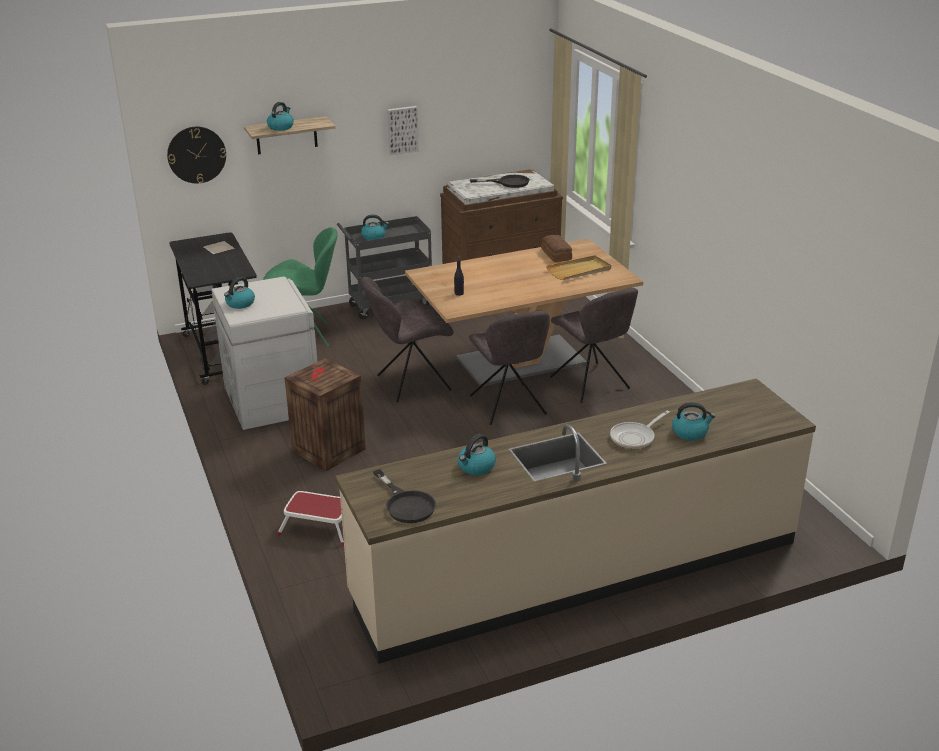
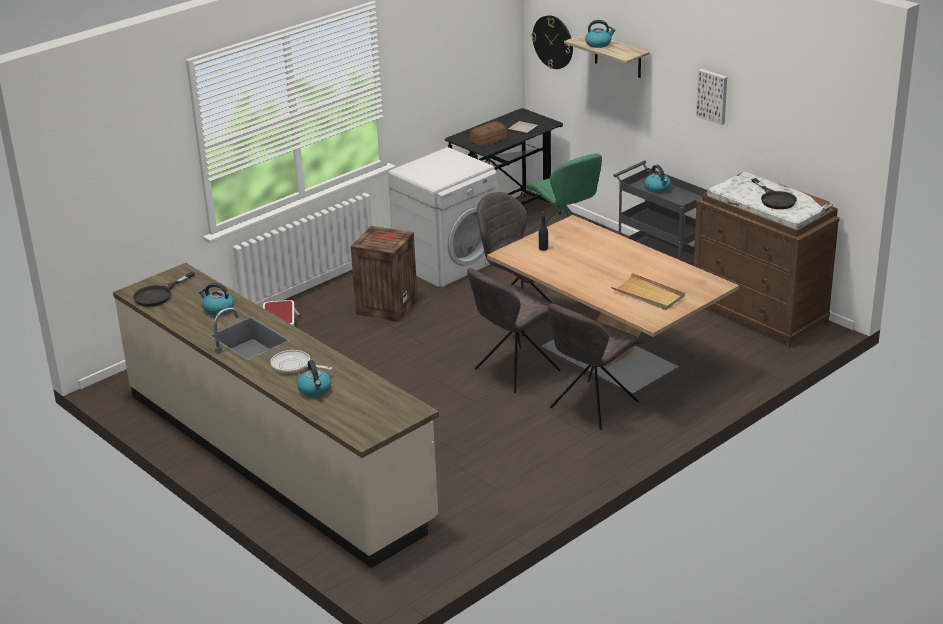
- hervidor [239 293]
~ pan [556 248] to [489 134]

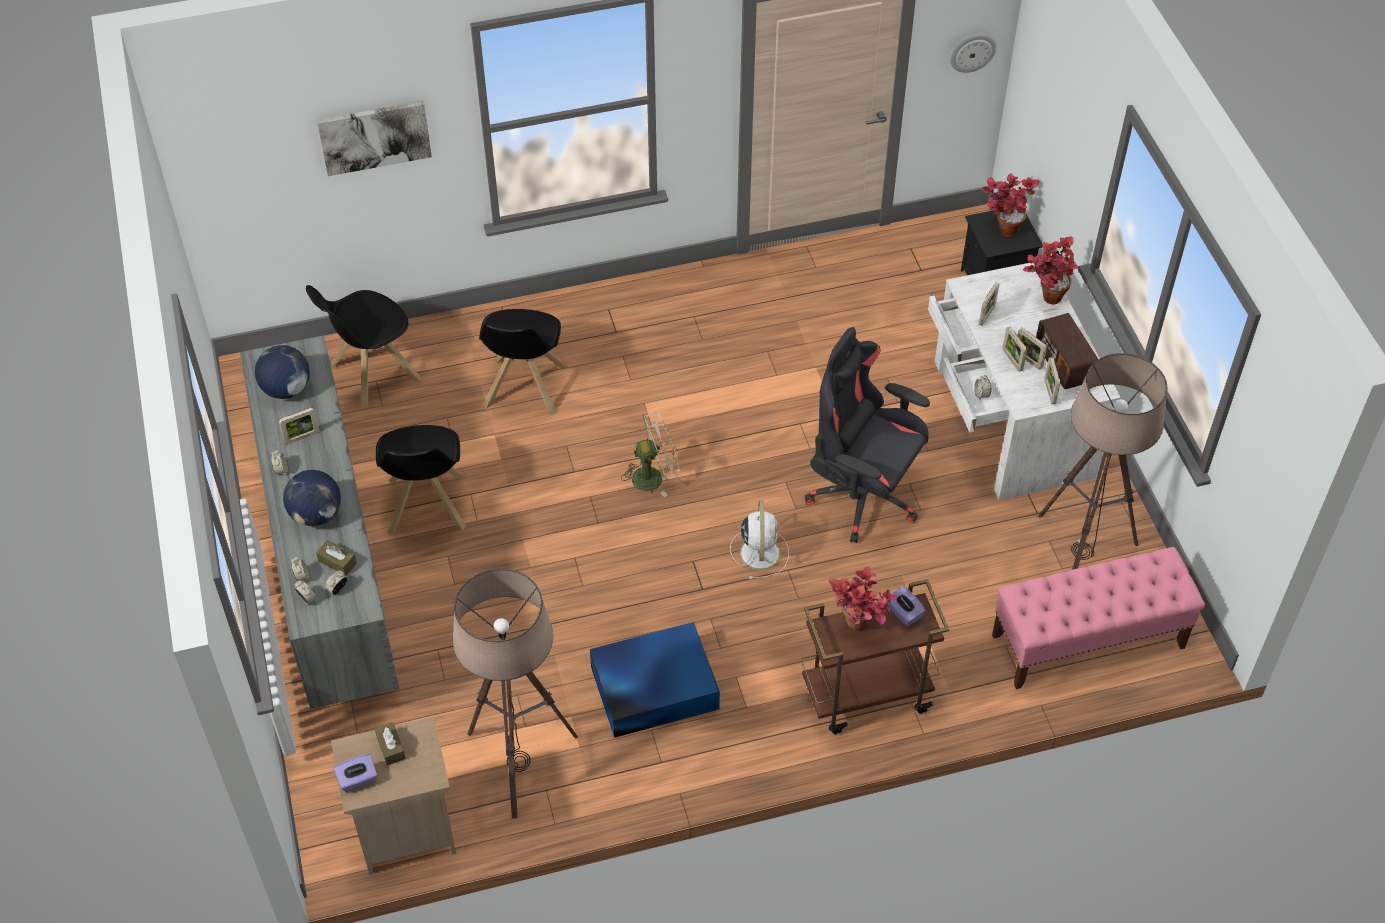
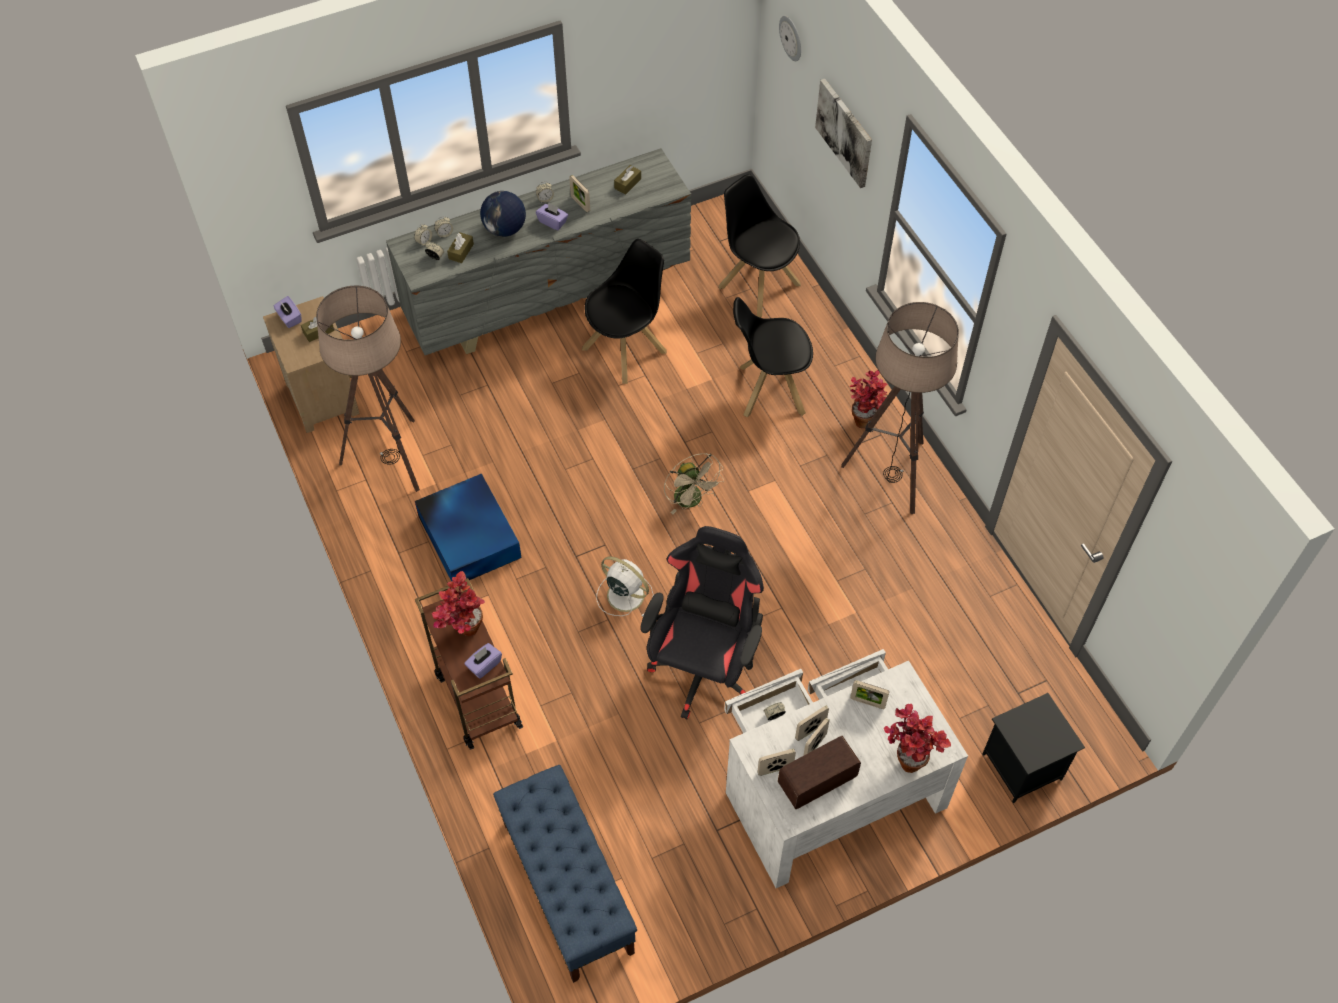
~ globo terráqueo [282 372] to caja de pañuelos [marrón] [627 180]
~ silla [negro] [421 480] = [624 311] 150 degrees clockwise
~ ventilador [blanco] [759 539] = [625 587] 135 degrees counterclockwise
~ reloj de pared [973 53] to [790 38]
~ planta en maceta [1011 205] to [868 399]
~ banco [rosa] [1098 618] to banco [azul] [565 874]
~ lámpara de pie [1102 461] to [900 408]
+ caja de pañuelos [morado] [552 216]

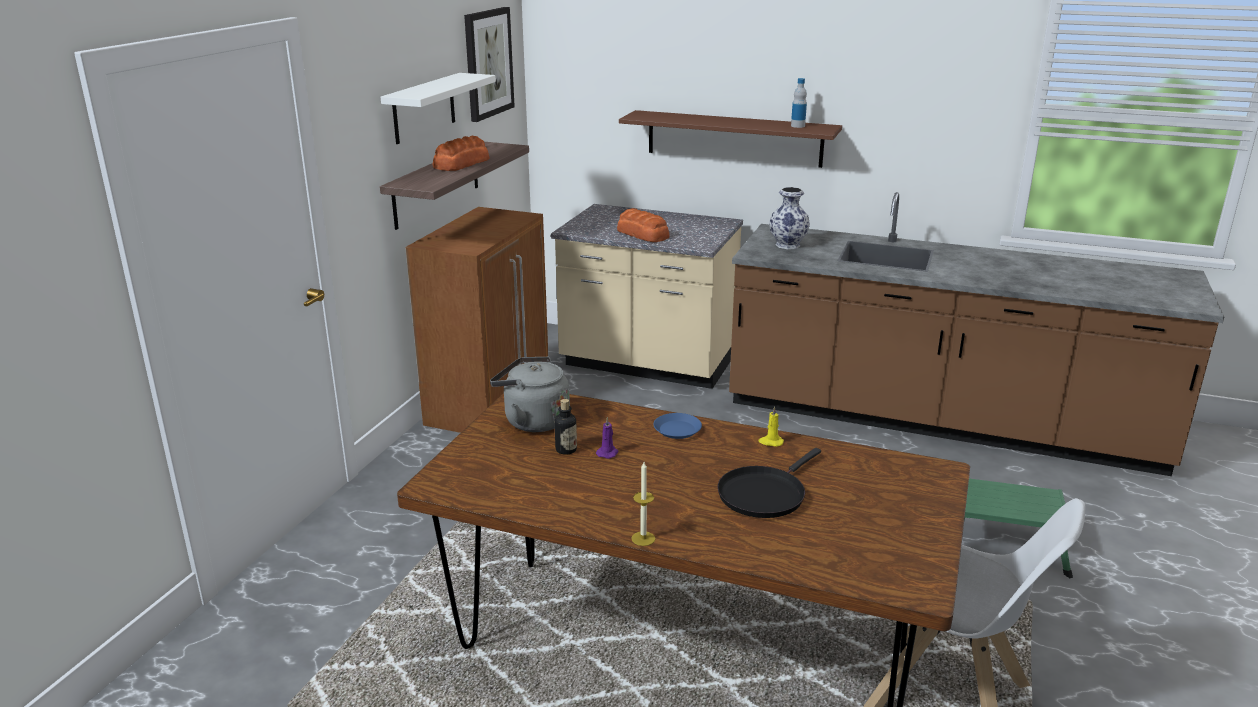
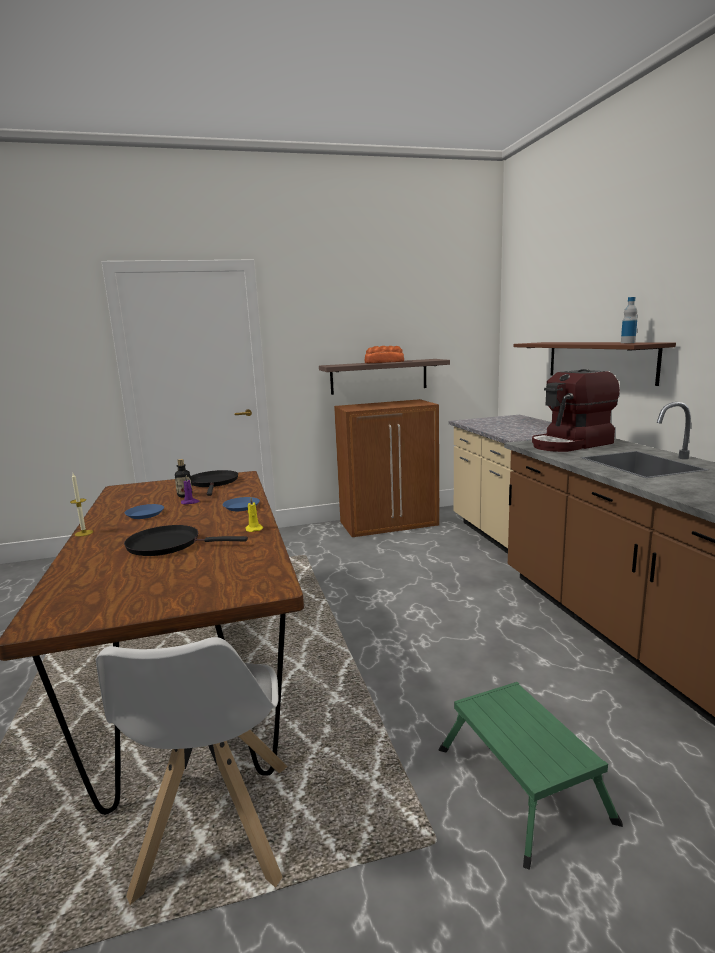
- estante [blanco] [438 108]
- cuadro [489 64]
~ hervidor [gris] [530 394] to sartén [negro] [214 483]
- pan [643 225]
~ florero [789 218] to cafetera [576 410]
+ plato [azul] [144 511]

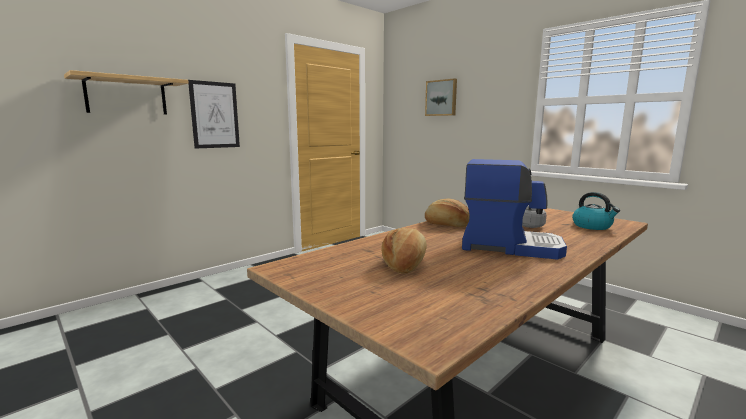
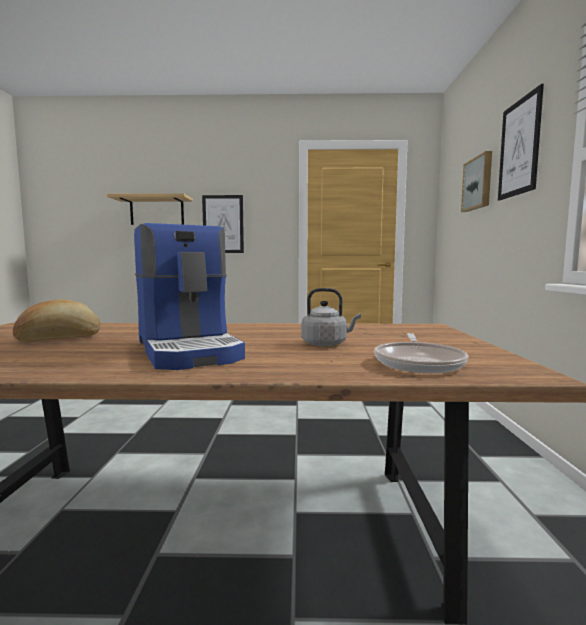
- pan [447 213]
~ hervidor [596 211] to sartén [421 353]
+ cuadro [521 142]

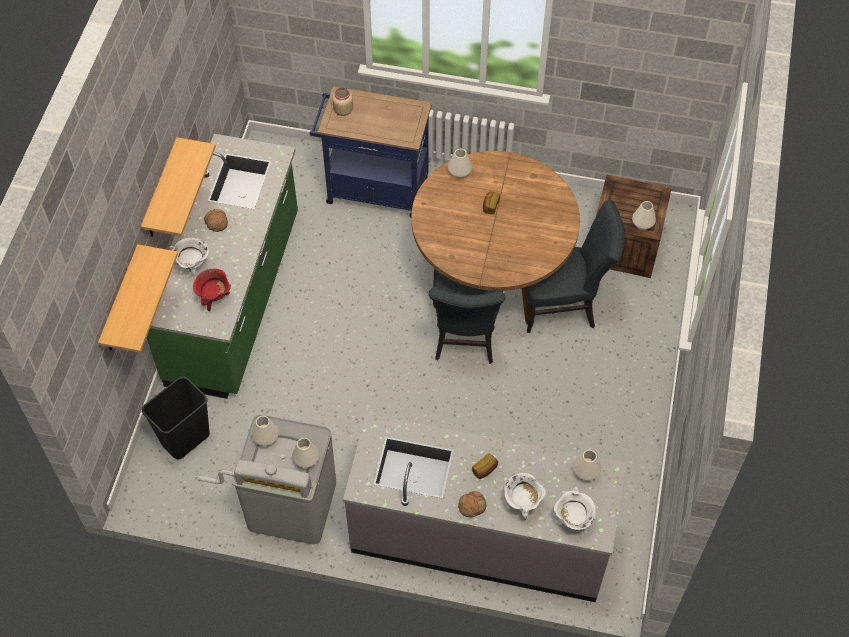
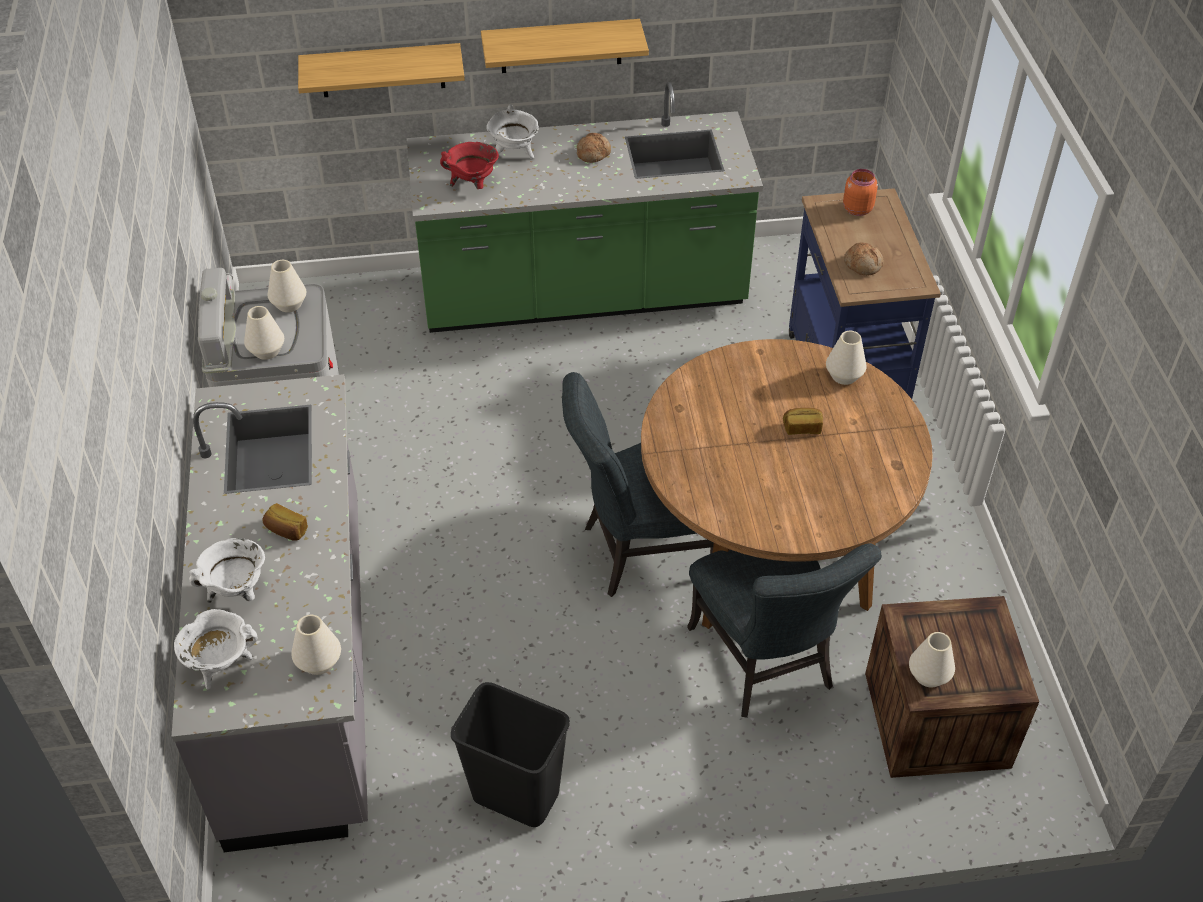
~ papelera [negro] [176 417] to [510 754]
~ tarro [beis] [342 102] to tarro [naranja] [860 192]
~ pan [472 504] to [864 258]

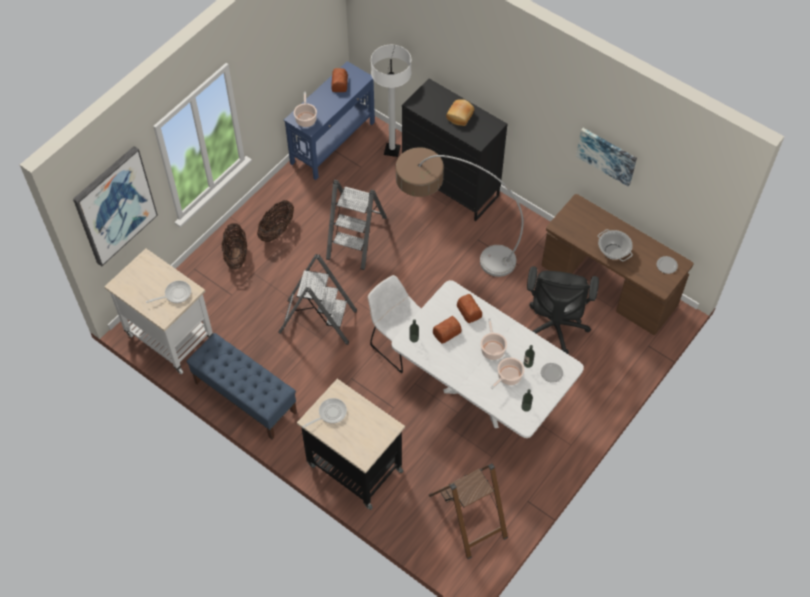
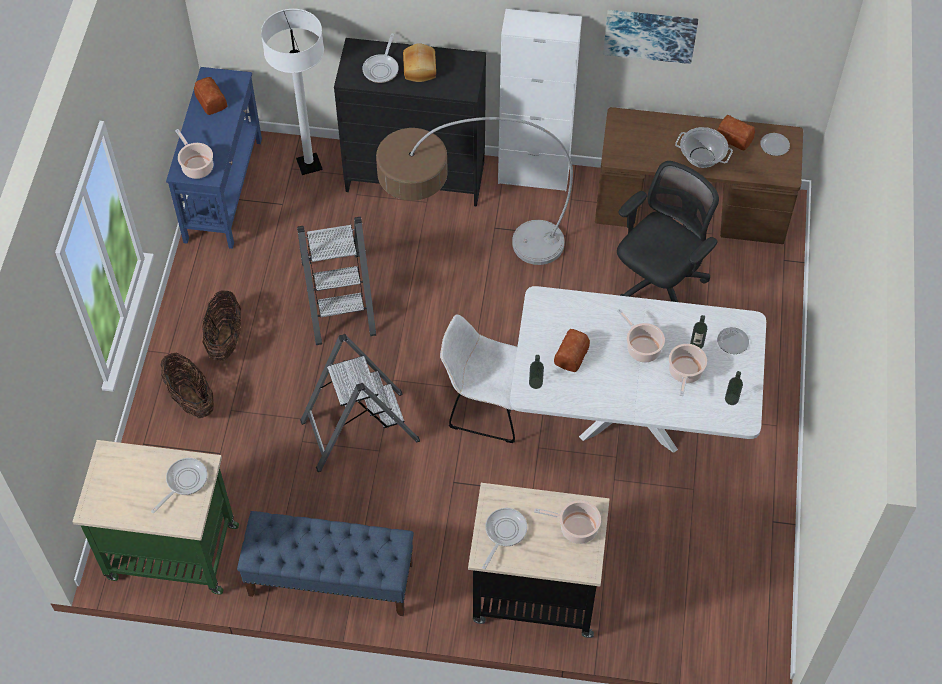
- cuadro [115 206]
~ carrito [blanco] [158 311] to carrito [verde] [156 517]
- escalera de tijera [marrón] [468 511]
~ pan [469 308] to [736 133]
~ silla de oficina [negro] [563 310] = [668 231] 120 degrees counterclockwise
+ sartén [381 58]
+ armario [blanco] [540 100]
+ olla [567 522]

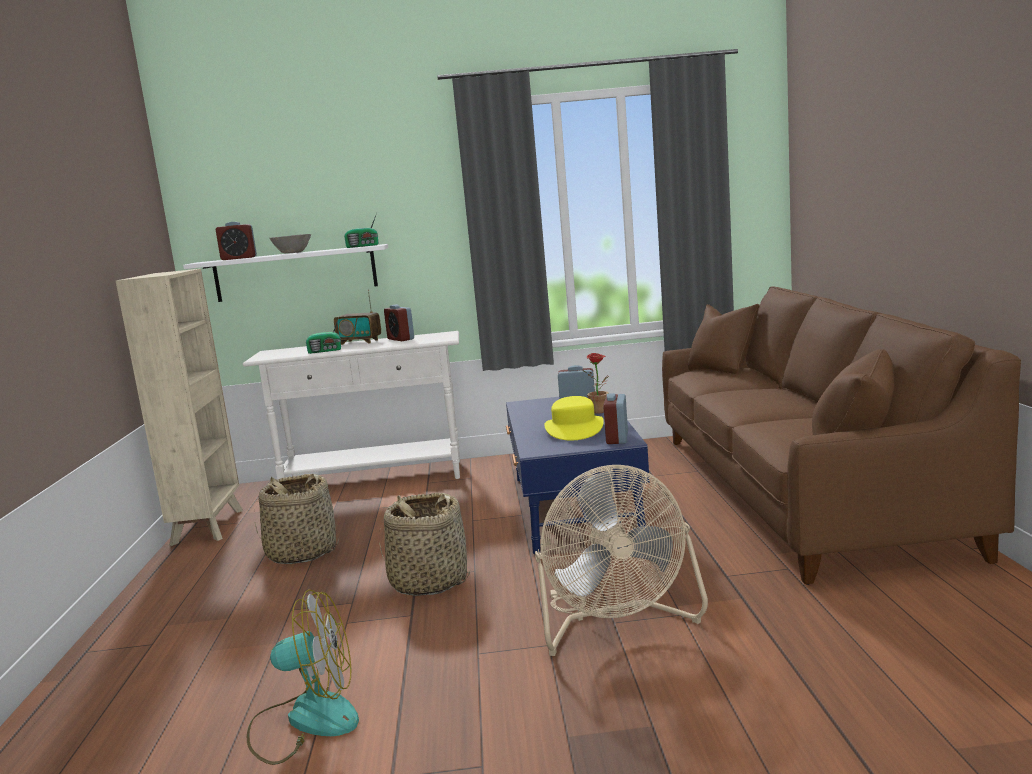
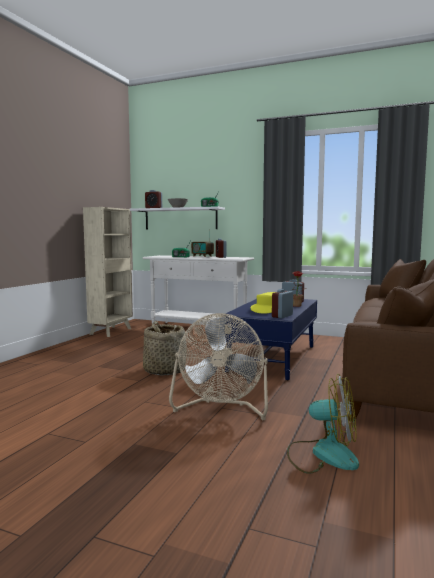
~ ventilador [303 677] to [323 424]
- cesta [296 519]

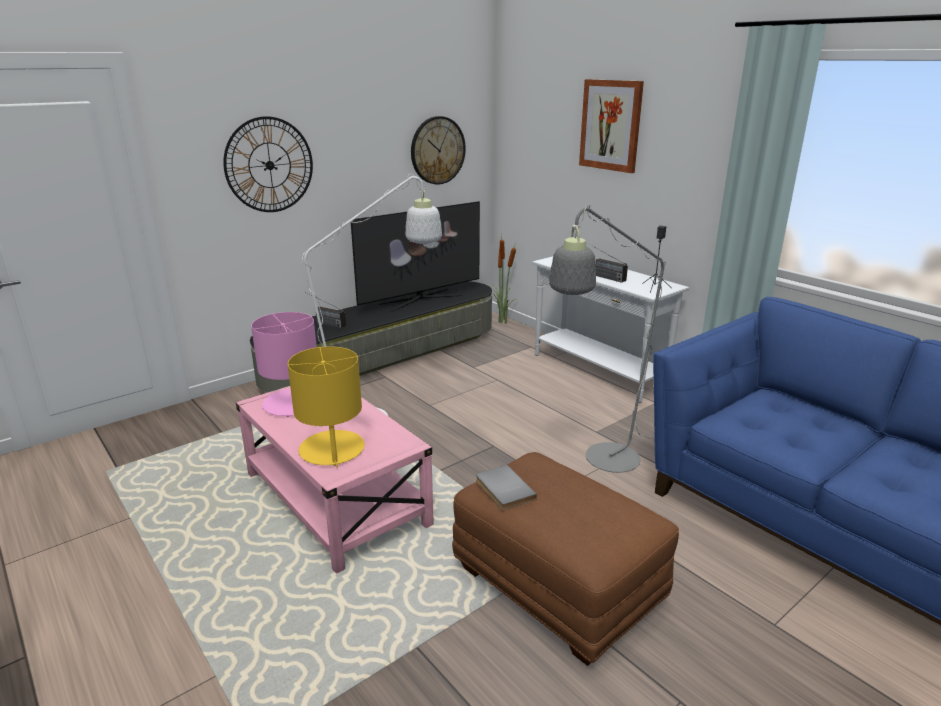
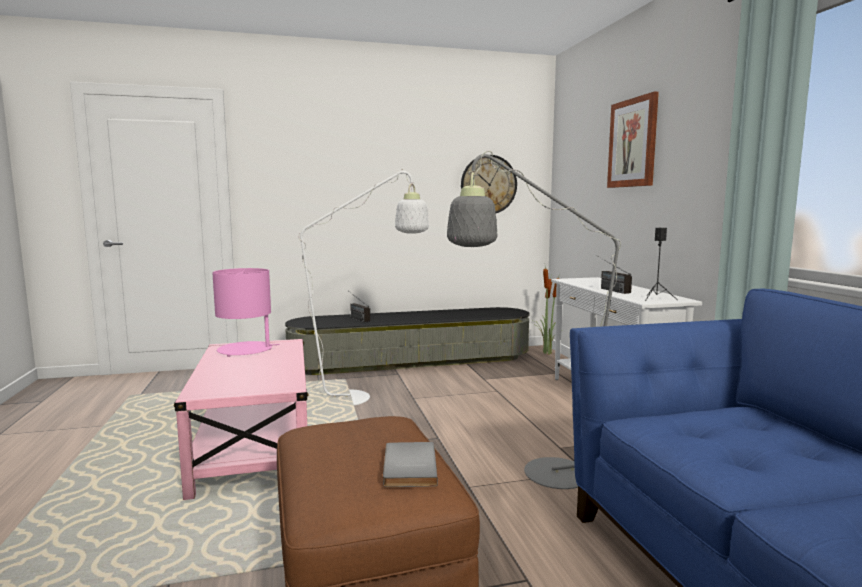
- reloj de pared [268 164]
- lámpara de mesa [amarillo] [326 407]
- televisor [415 256]
~ libro [gris] [506 487] to [410 464]

